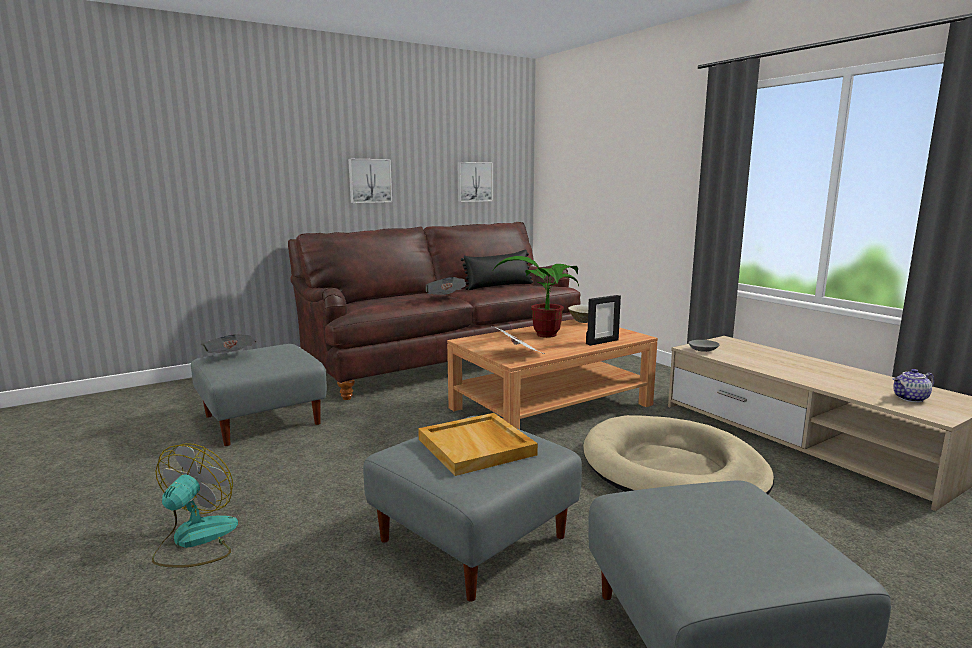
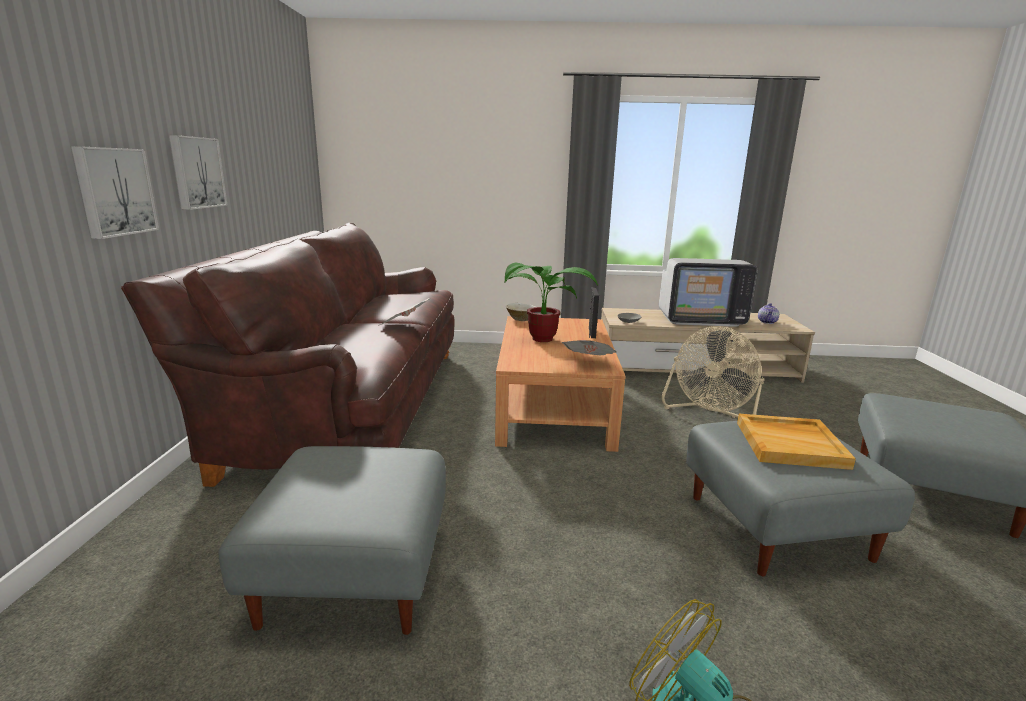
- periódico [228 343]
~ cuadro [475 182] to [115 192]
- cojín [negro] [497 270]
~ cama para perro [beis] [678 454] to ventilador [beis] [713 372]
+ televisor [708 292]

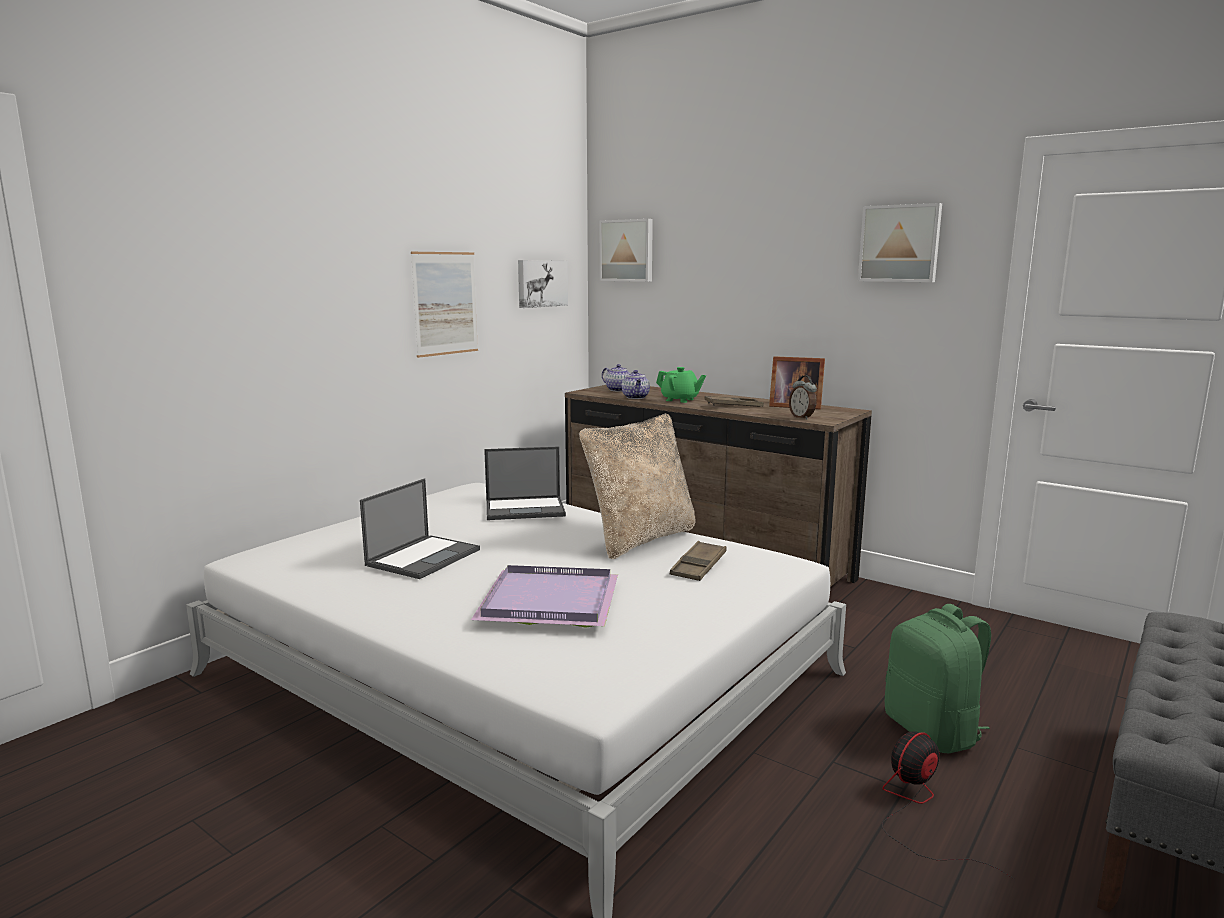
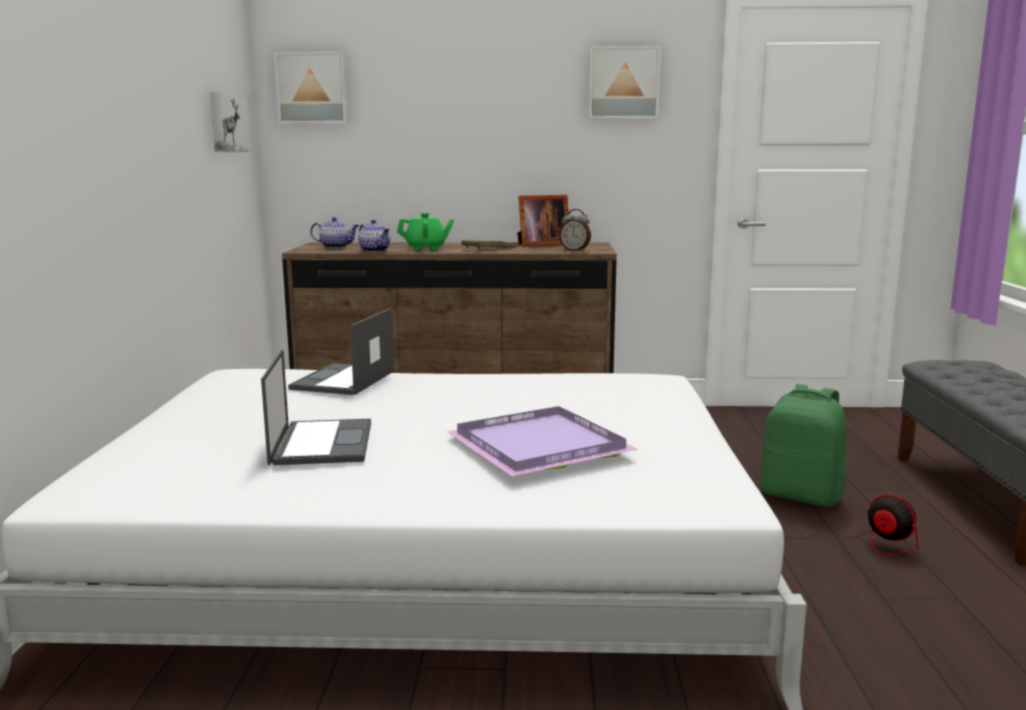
- cuadro [444 305]
~ portátil [525 483] = [341 351] 150 degrees clockwise
- cojín [beis] [637 486]
- bandeja [marrón] [698 561]
~ ventilador [948 805] = [859 533] 120 degrees clockwise

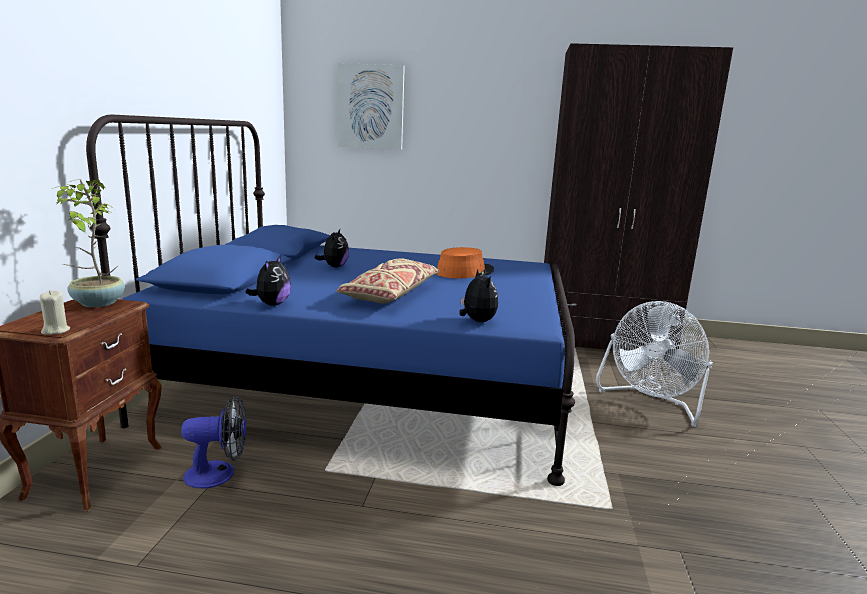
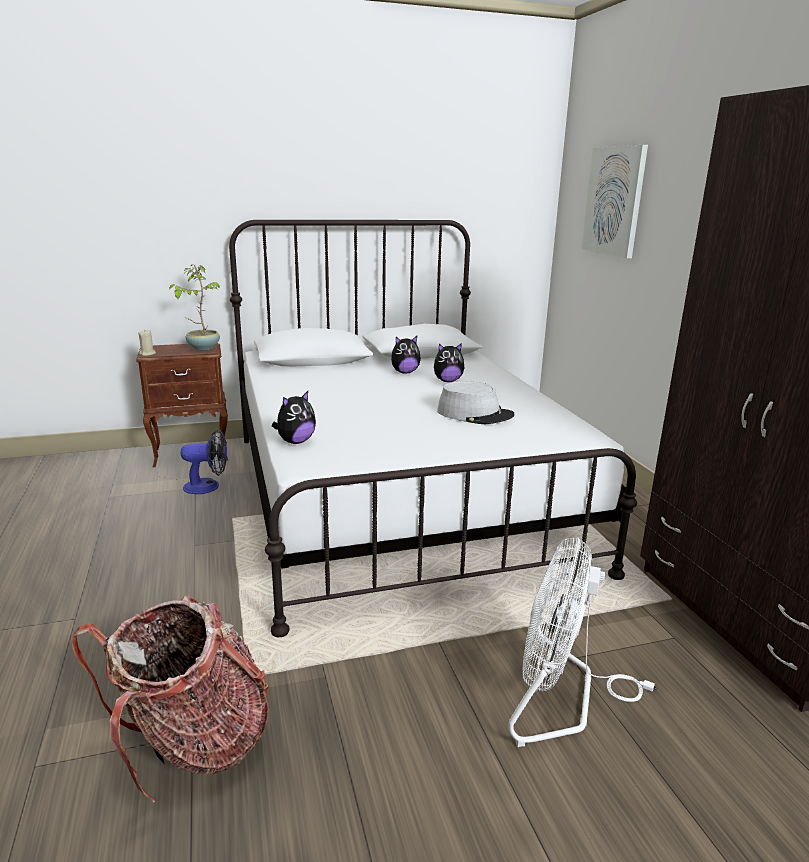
~ cama [azul] [330 300] to cama [blanco] [433 428]
~ ventilador [213 442] = [204 461] 60 degrees counterclockwise
~ peluche [268 280] to [449 362]
- cojín [beis] [388 281]
~ sombrero [naranja] [465 262] to sombrero [gris] [476 402]
+ mochila [170 699]

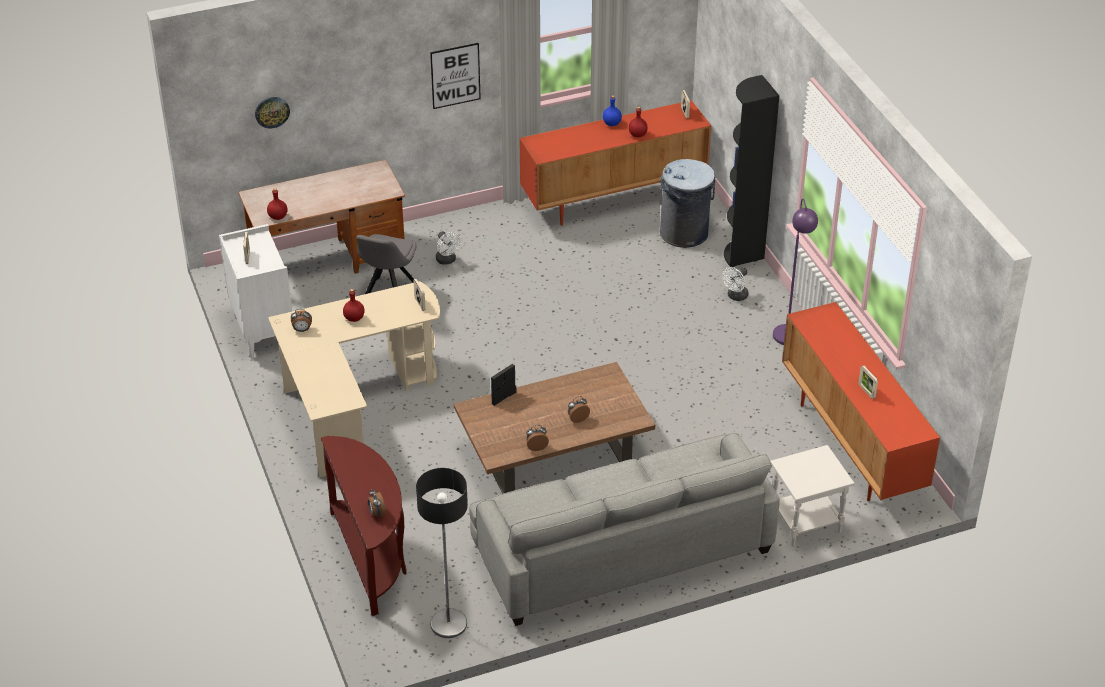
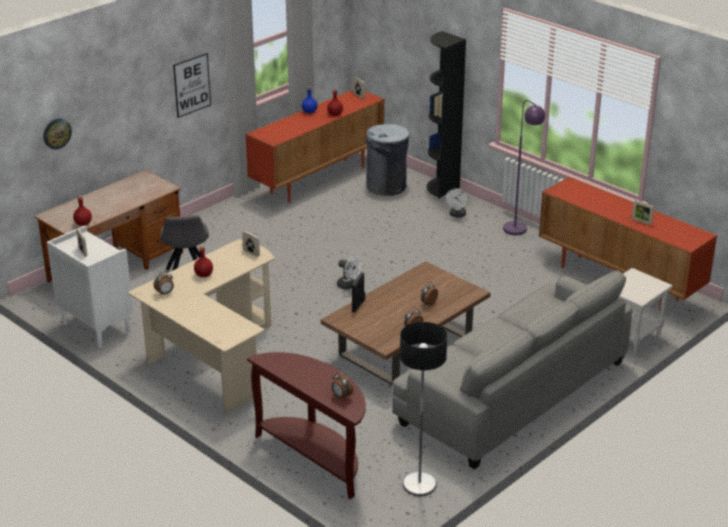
~ ventilador [blanco] [448 248] to [349 273]

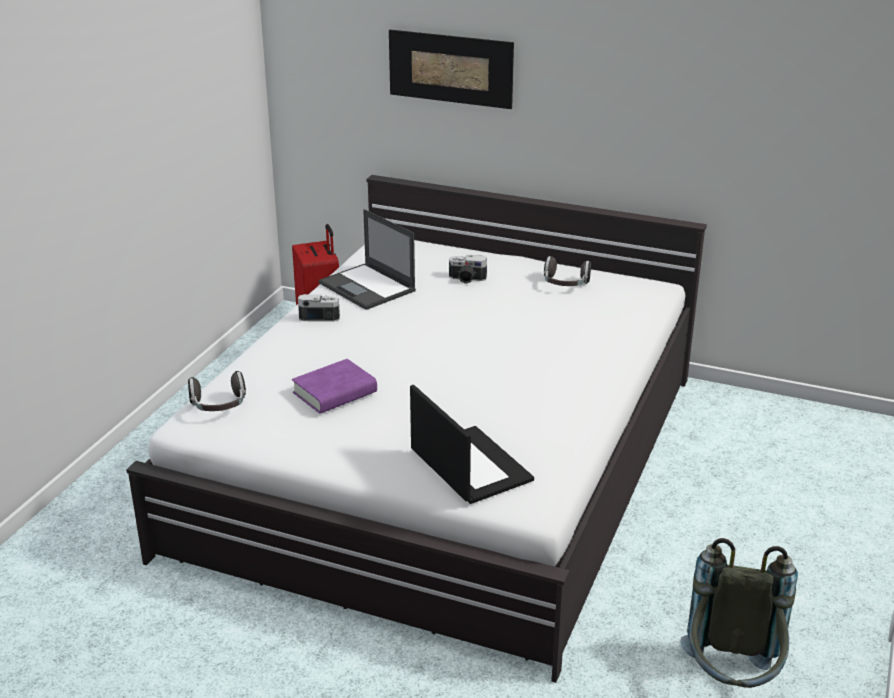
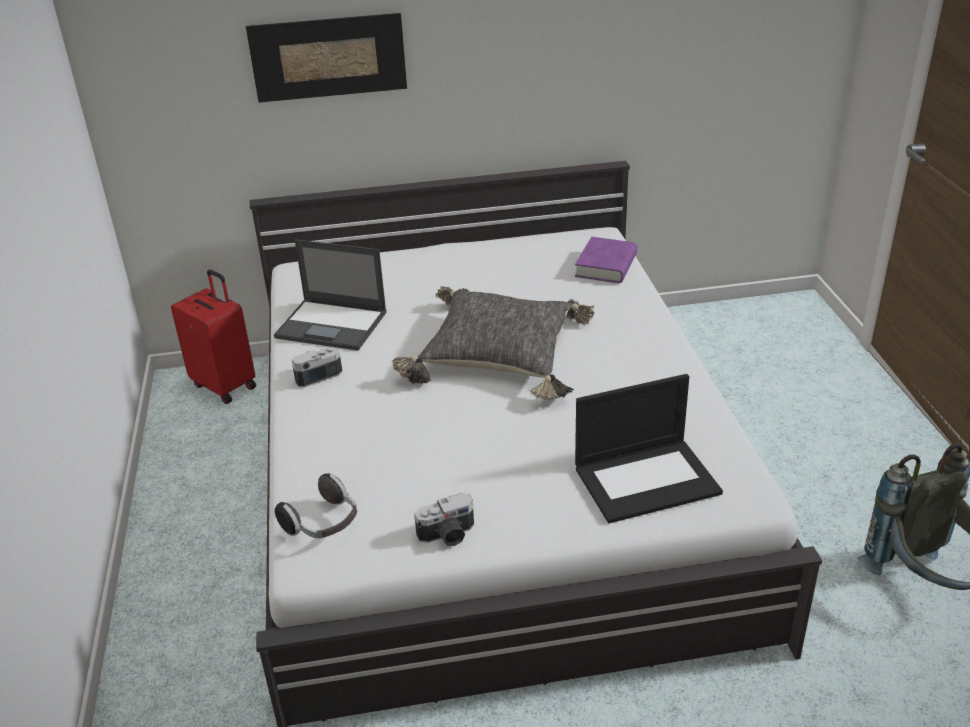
~ libro [morado] [334 386] to [606 260]
~ portátil [472 444] = [649 448] 135 degrees clockwise
~ cámara [468 269] to [444 519]
- auriculares [567 271]
+ cojín [493 343]

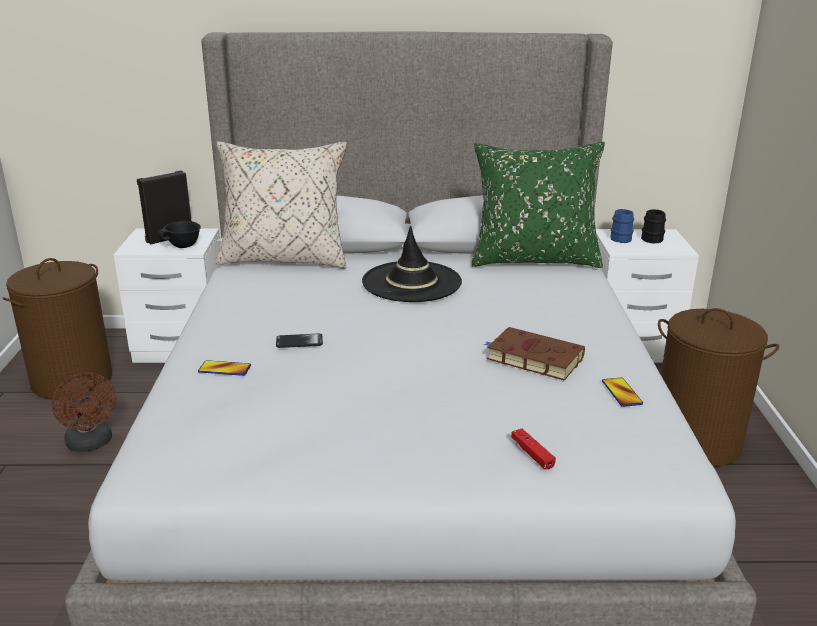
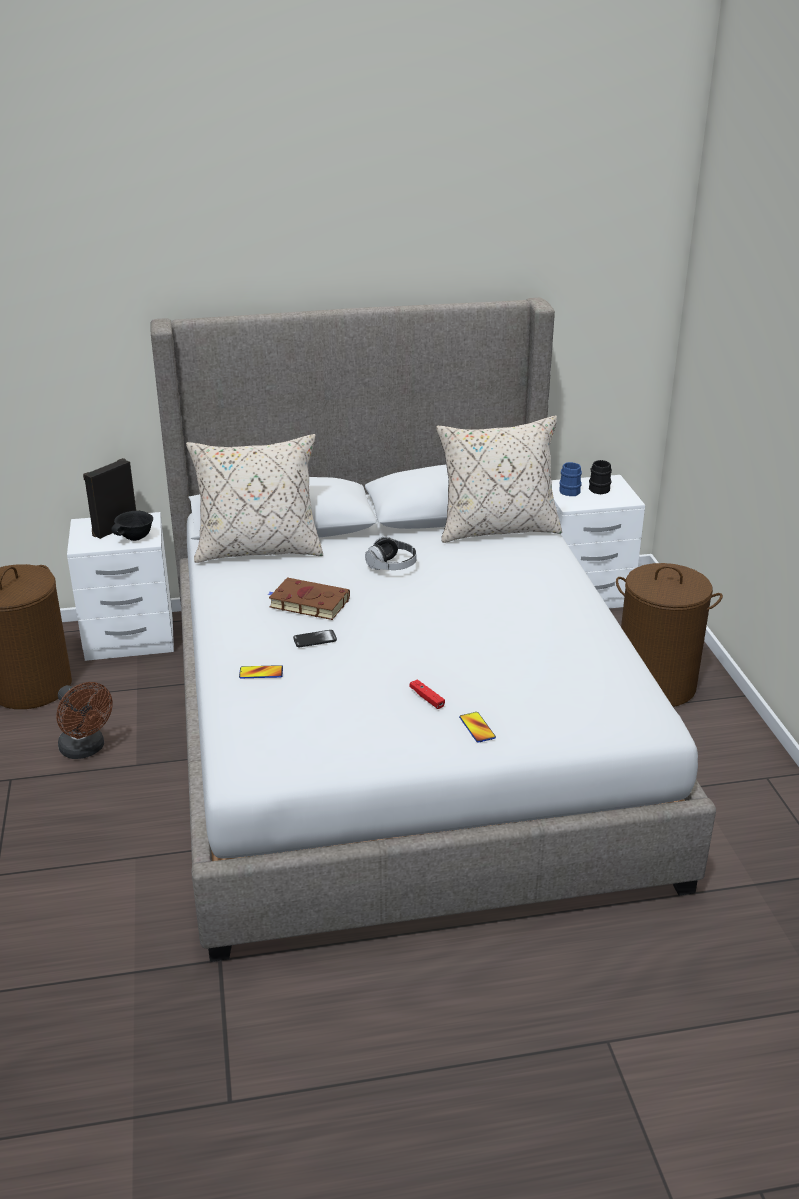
~ sombrero [negro] [412 264] to auriculares [391 553]
~ cojín [verde] [538 205] to cojín [beis] [499 479]
~ libro [marrón] [534 354] to [308 598]
~ mando de consola [rojo] [533 449] to [427 694]
~ móvil [622 392] to [477 727]

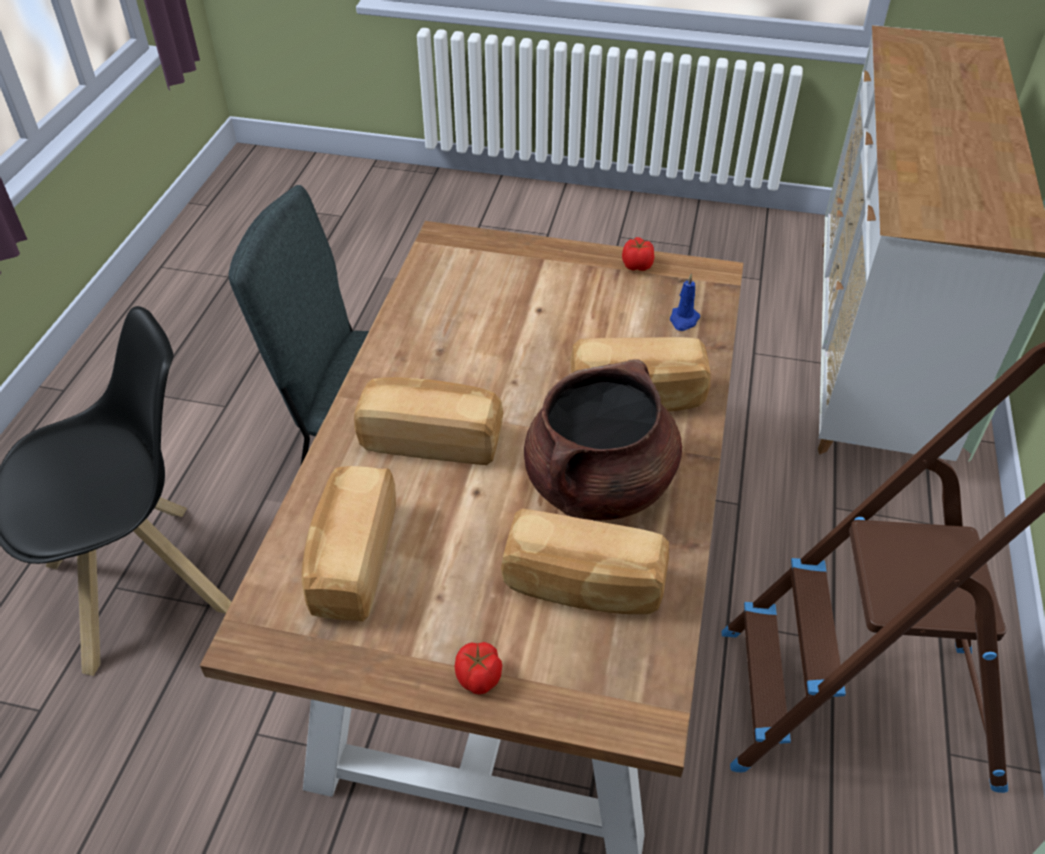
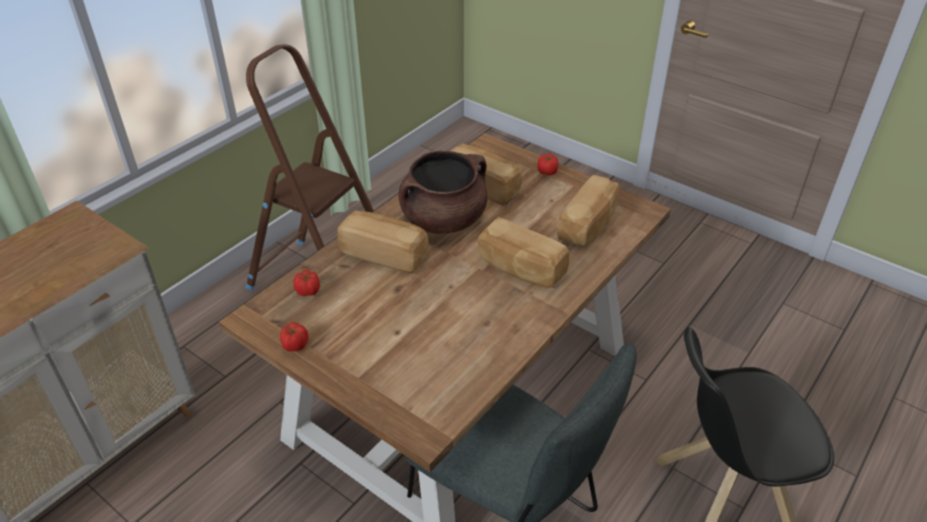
~ vela [azul] [685 302] to tomate [306 283]

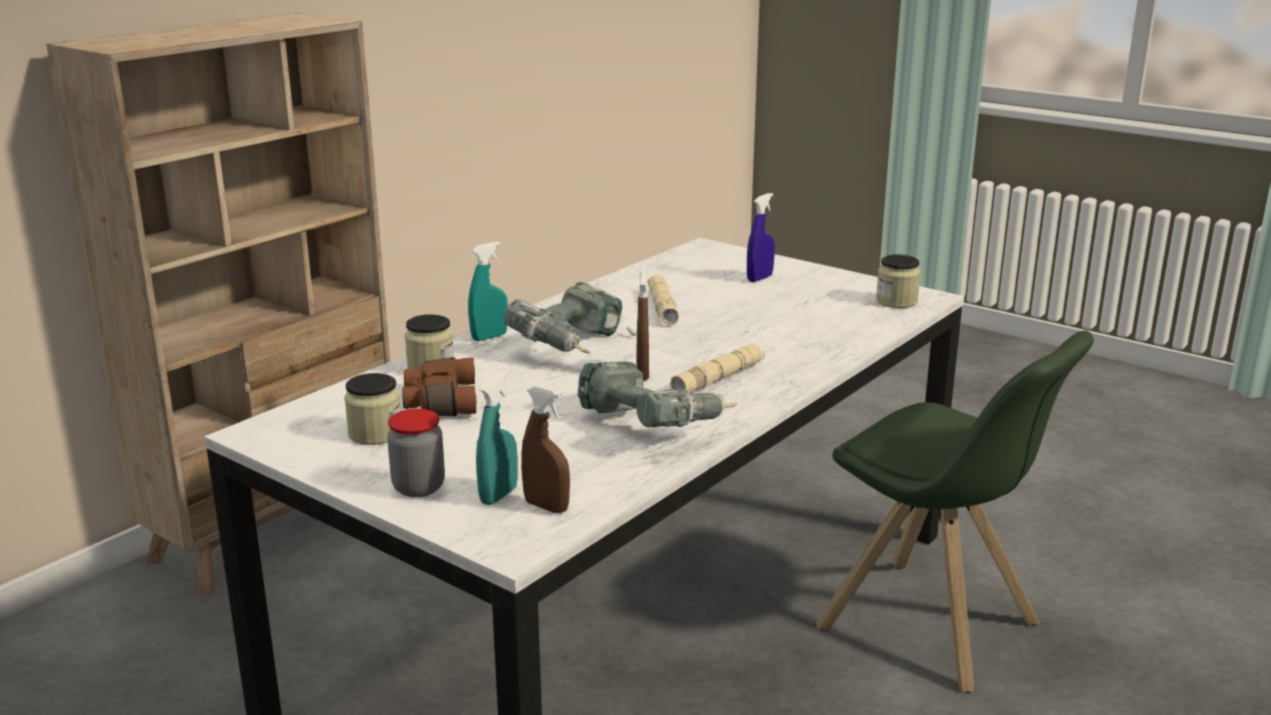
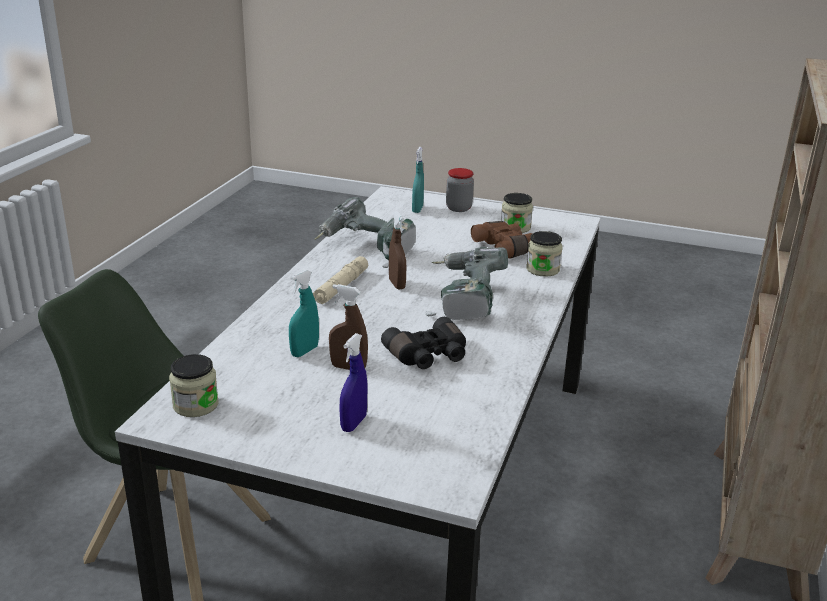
~ pulverizador [turquesa] [488 291] to [304 313]
~ pulverizador [marrón] [545 449] to [348 327]
~ linterna [beis] [663 300] to prismáticos [negro] [423 343]

